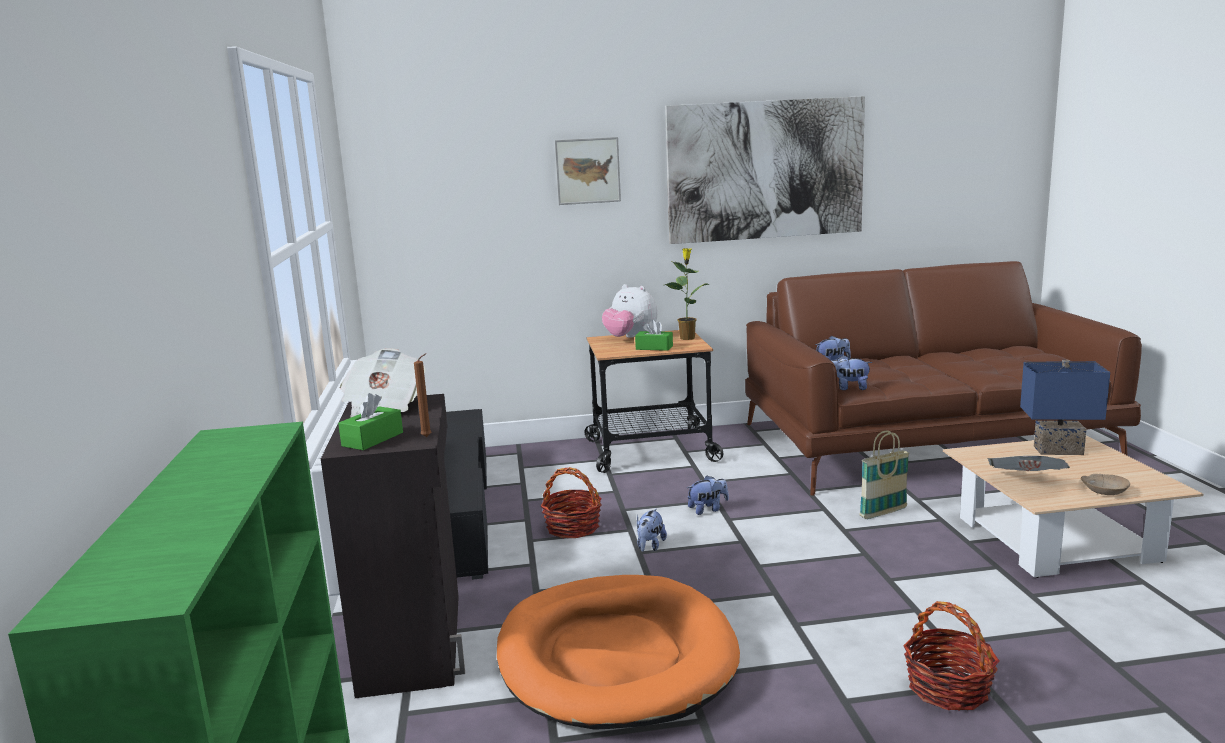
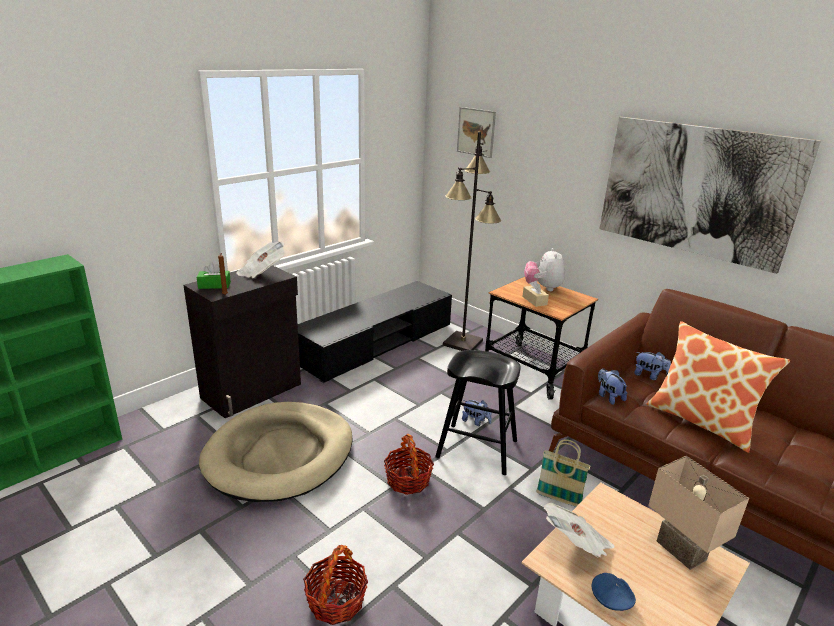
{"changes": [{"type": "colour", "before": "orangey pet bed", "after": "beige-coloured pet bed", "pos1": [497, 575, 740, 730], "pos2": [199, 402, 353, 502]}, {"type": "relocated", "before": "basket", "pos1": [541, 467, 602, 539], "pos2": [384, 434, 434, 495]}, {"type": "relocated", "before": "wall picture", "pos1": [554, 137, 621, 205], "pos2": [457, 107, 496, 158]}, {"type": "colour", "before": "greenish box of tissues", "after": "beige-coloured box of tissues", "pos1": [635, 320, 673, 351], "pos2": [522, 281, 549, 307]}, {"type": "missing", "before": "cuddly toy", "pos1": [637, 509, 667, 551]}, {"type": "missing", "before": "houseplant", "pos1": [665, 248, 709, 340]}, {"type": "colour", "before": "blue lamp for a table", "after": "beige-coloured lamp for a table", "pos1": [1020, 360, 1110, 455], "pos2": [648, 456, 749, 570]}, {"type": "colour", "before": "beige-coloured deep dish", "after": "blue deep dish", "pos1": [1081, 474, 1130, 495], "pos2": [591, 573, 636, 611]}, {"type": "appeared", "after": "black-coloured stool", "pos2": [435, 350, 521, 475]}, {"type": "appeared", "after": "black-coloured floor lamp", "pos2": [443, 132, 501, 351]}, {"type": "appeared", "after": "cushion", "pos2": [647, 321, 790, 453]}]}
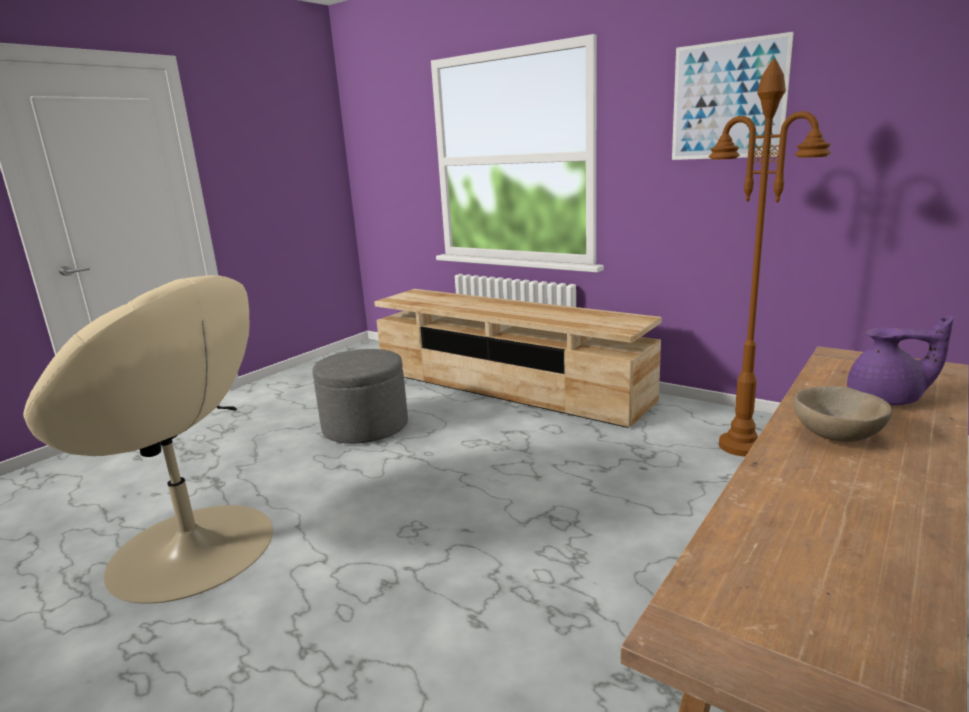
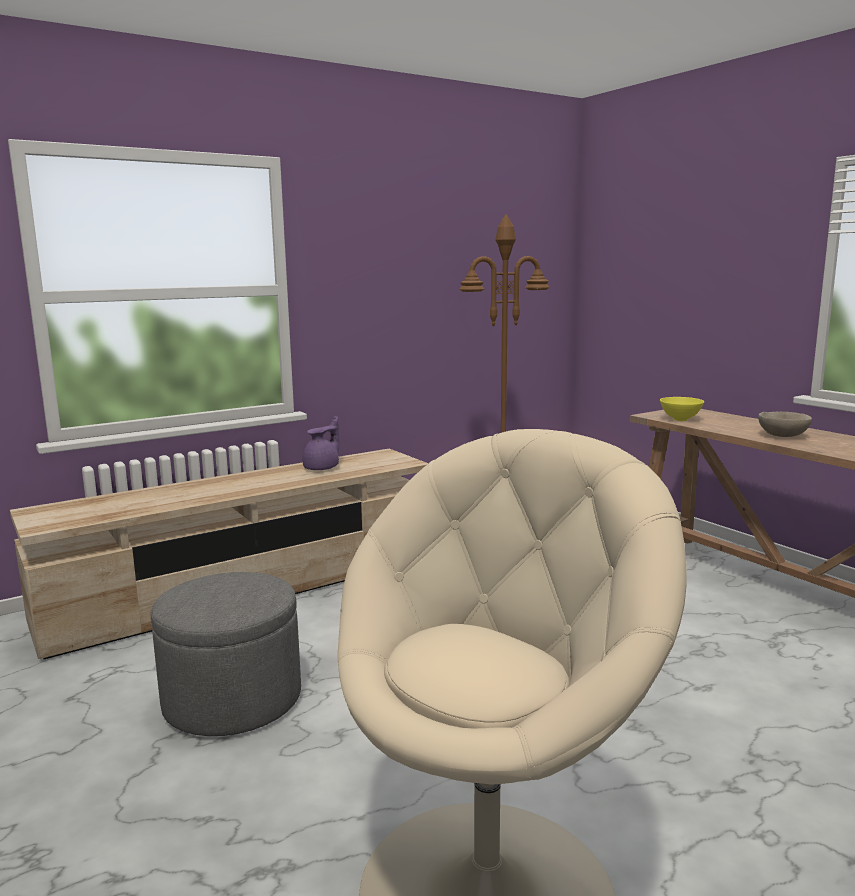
{"changes": [{"type": "missing", "before": "wall picture", "pos1": [672, 32, 794, 160]}, {"type": "relocated", "before": "purple tea pot", "pos1": [847, 316, 953, 405], "pos2": [302, 416, 339, 470]}, {"type": "appeared", "after": "yellowish deep dish", "pos2": [660, 397, 704, 421]}]}
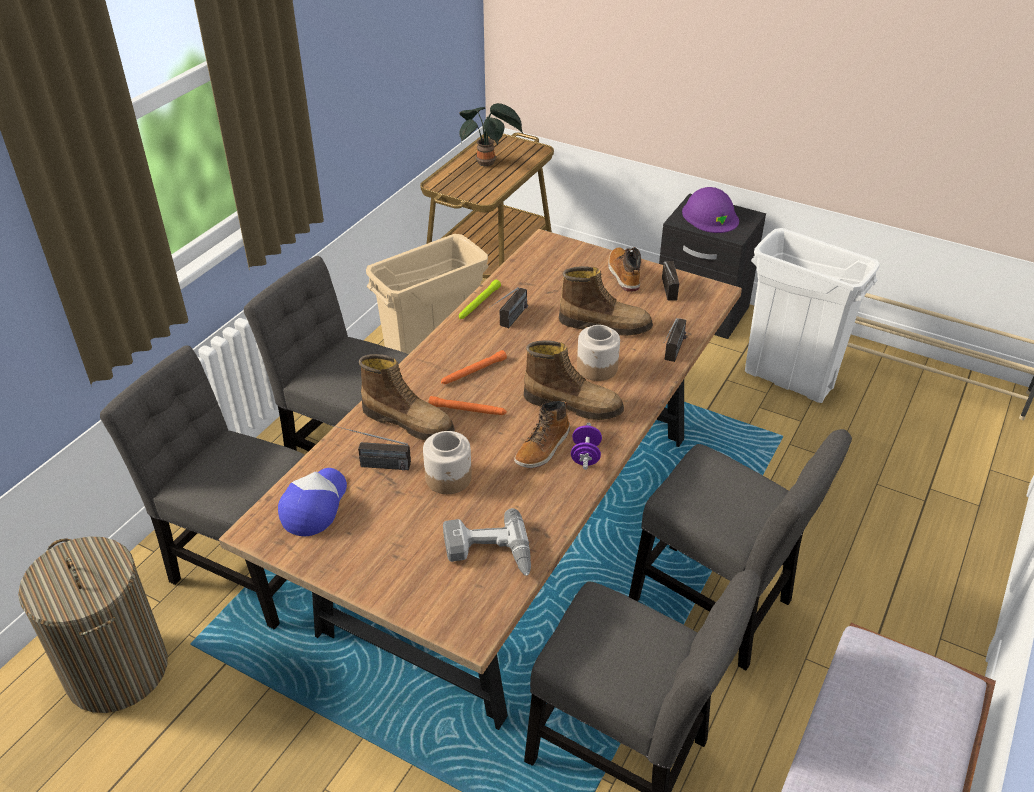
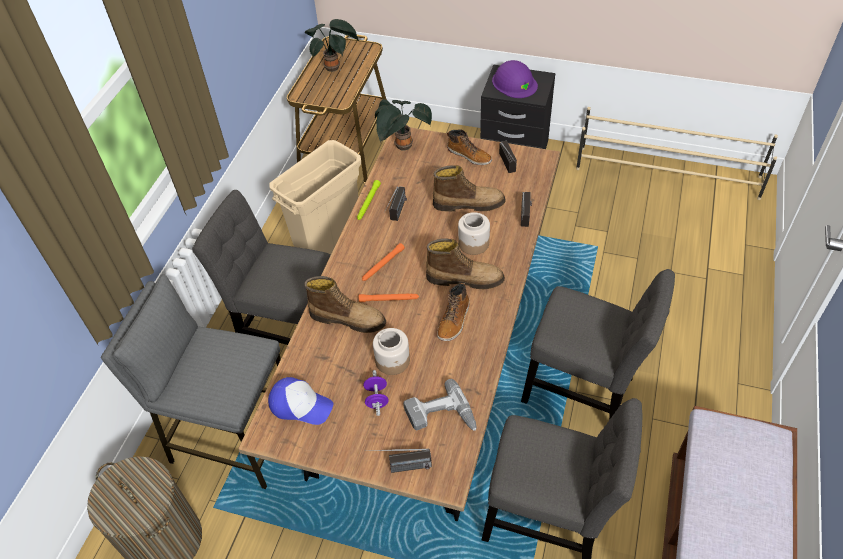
{"changes": [{"type": "exchanged", "before": "grey upright chair", "after": "grey stool", "pos1": [100, 345, 305, 629], "pos2": [101, 274, 281, 489]}, {"type": "spun", "before": "peaked cap", "pos1": [278, 468, 347, 536], "pos2": [268, 377, 334, 425], "turn": 105}, {"type": "relocated", "before": "radio set", "pos1": [332, 425, 411, 471], "pos2": [365, 449, 432, 473]}, {"type": "relocated", "before": "purple hand weight", "pos1": [571, 423, 602, 470], "pos2": [363, 370, 389, 416]}, {"type": "spun", "before": "tall boot", "pos1": [608, 247, 641, 292], "pos2": [447, 130, 492, 165], "turn": 150}, {"type": "missing", "before": "white trash can", "pos1": [745, 228, 880, 403]}, {"type": "appeared", "after": "houseplant", "pos2": [375, 99, 432, 151]}]}
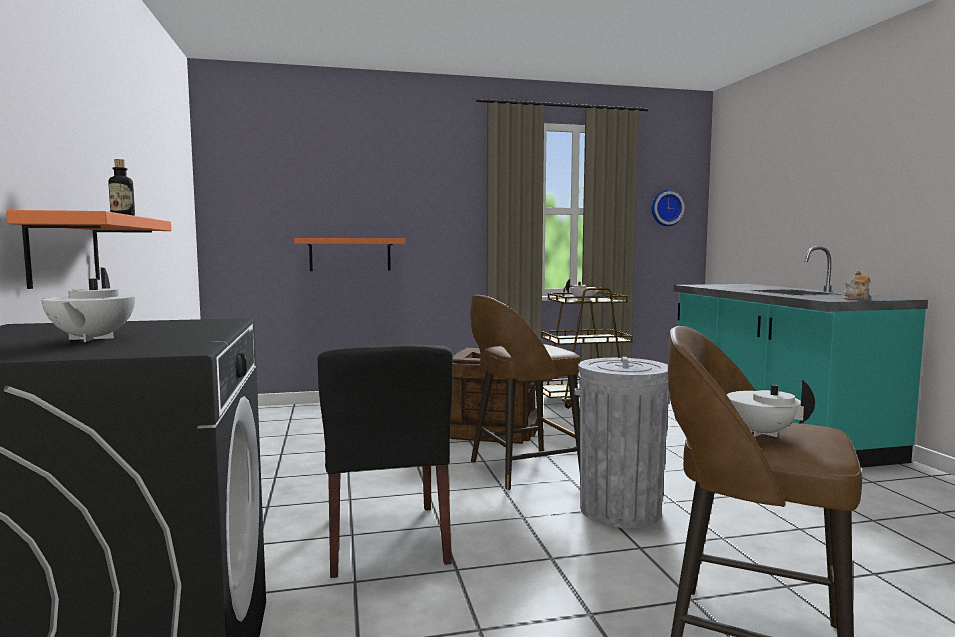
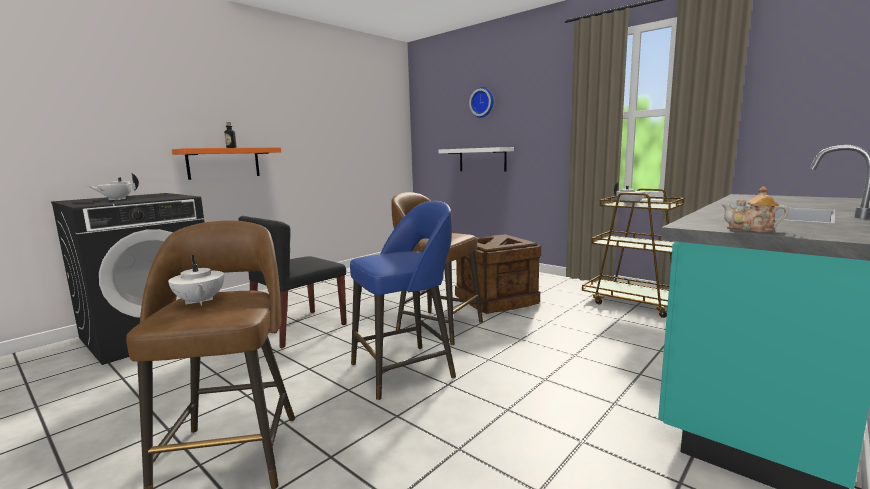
{"changes": [{"type": "colour", "before": "orangey shelf", "after": "white shelf", "pos1": [294, 238, 406, 271], "pos2": [439, 147, 514, 171]}, {"type": "exchanged", "before": "grey trash can", "after": "blue stool", "pos1": [574, 357, 670, 528], "pos2": [350, 201, 456, 400]}, {"type": "relocated", "before": "wall clock", "pos1": [651, 190, 685, 226], "pos2": [469, 87, 494, 118]}, {"type": "spun", "before": "white tea pot", "pos1": [727, 380, 815, 437], "pos2": [168, 255, 224, 305], "turn": 135}]}
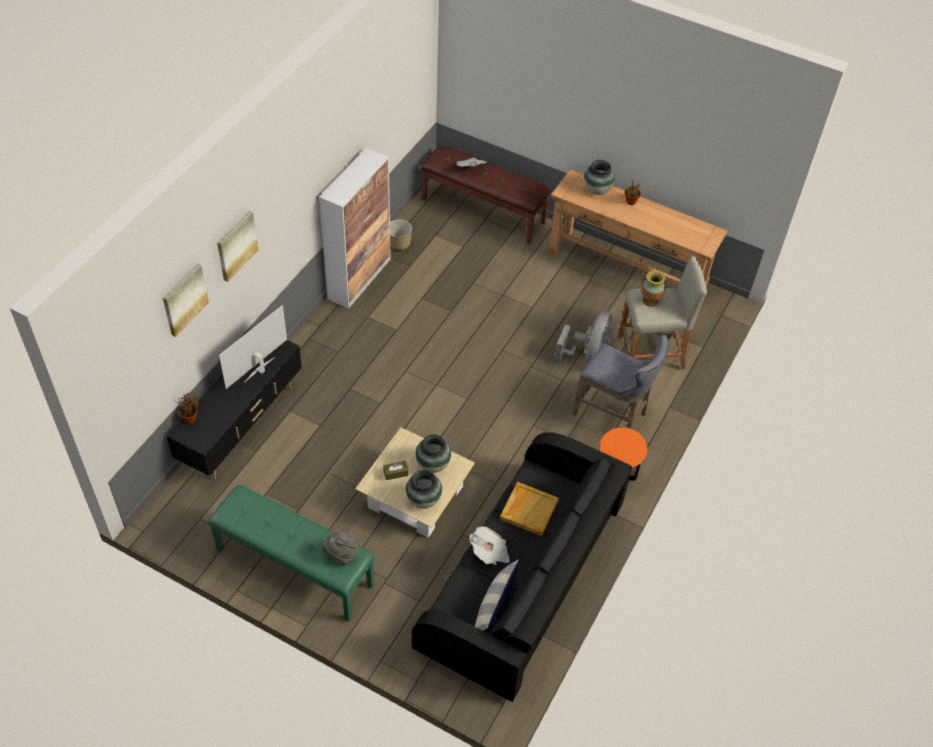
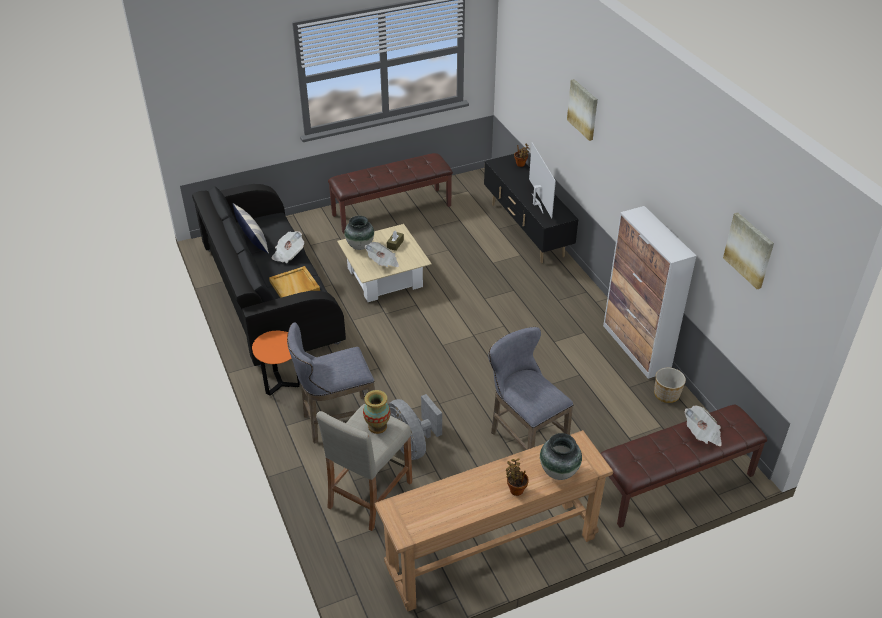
{"changes": [{"type": "relocated", "before": "wall picture", "pos1": [163, 264, 209, 337], "pos2": [723, 213, 774, 289]}, {"type": "colour", "before": "greenish bench", "after": "brownish bench", "pos1": [208, 485, 375, 622], "pos2": [328, 153, 453, 234]}, {"type": "missing", "before": "grey wearable hat", "pos1": [323, 531, 358, 566]}, {"type": "exchanged", "before": "vase", "after": "newspaper", "pos1": [415, 434, 451, 473], "pos2": [365, 242, 399, 267]}, {"type": "appeared", "after": "grey stool", "pos2": [488, 327, 574, 450]}]}
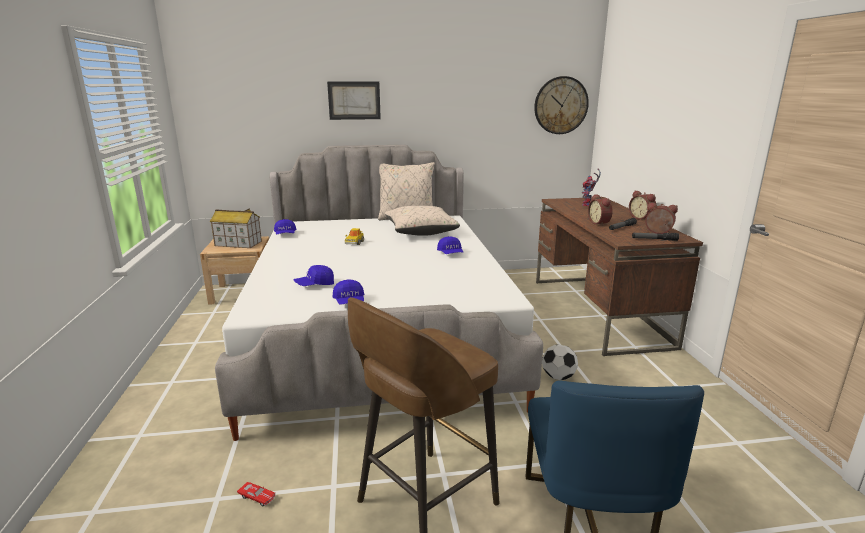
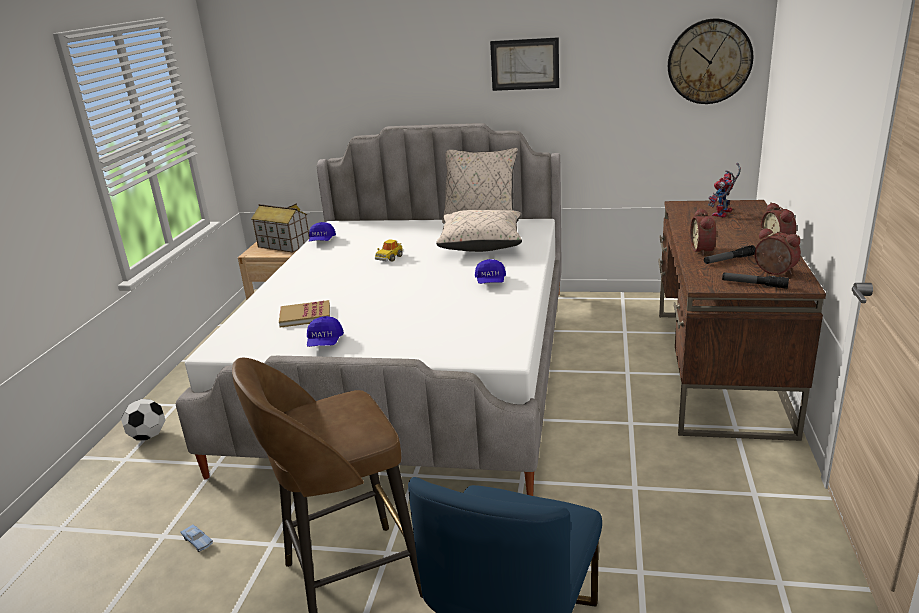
{"changes": [{"type": "colour", "before": "red toy car", "after": "blue toy car", "pos1": [237, 482, 276, 506], "pos2": [180, 524, 213, 552]}, {"type": "exchanged", "before": "blue peaked cap", "after": "bound book", "pos1": [294, 265, 334, 286], "pos2": [279, 300, 330, 328]}, {"type": "relocated", "before": "wall picture", "pos1": [327, 82, 381, 120], "pos2": [490, 37, 559, 91]}, {"type": "relocated", "before": "ball for football", "pos1": [542, 345, 578, 380], "pos2": [121, 399, 165, 441]}]}
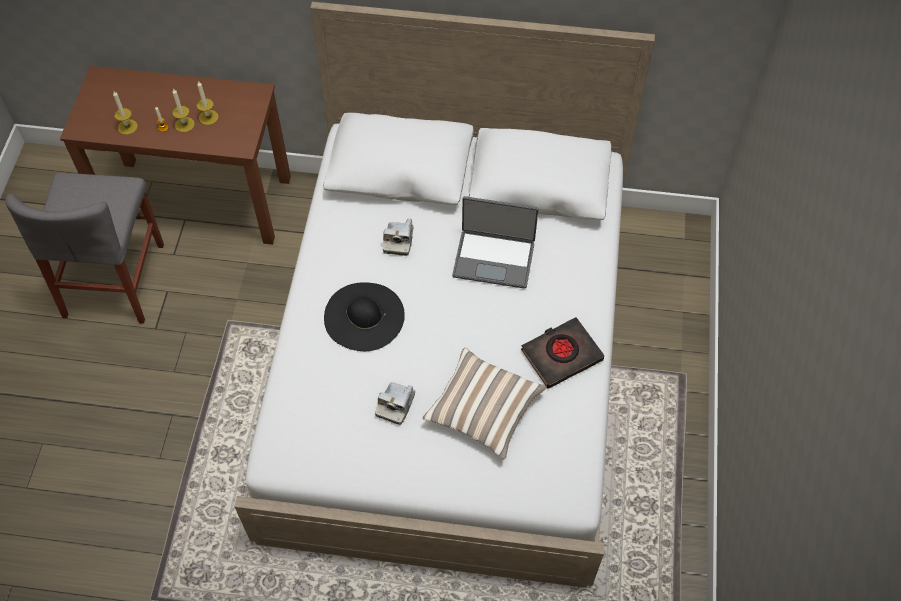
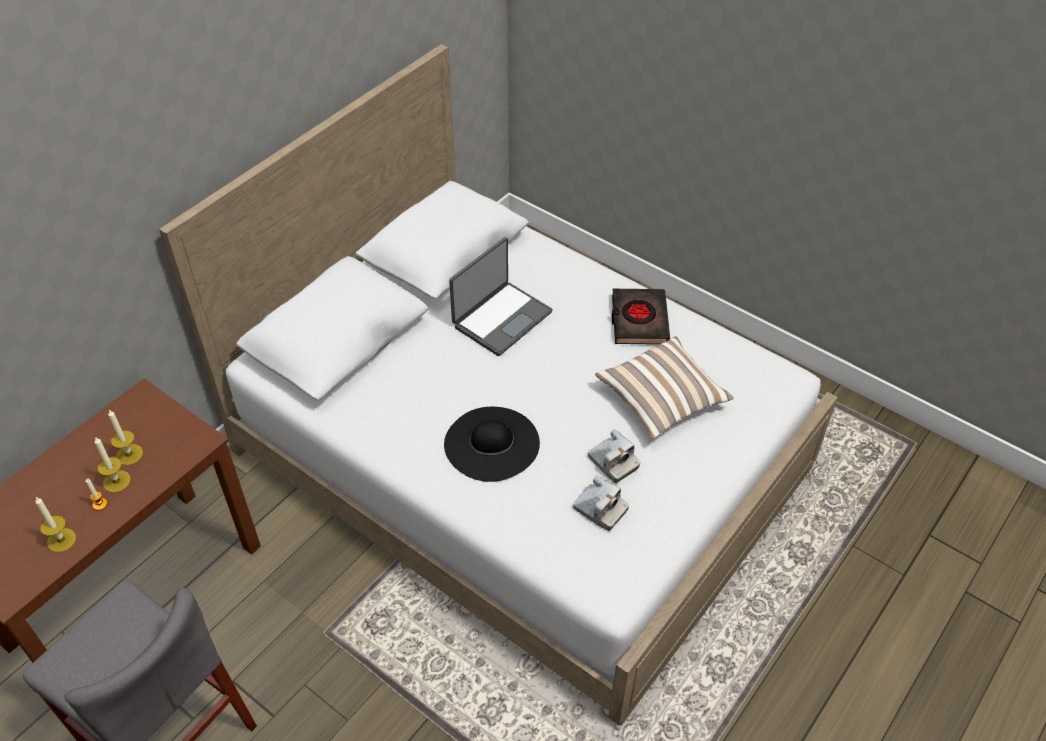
{"changes": [{"type": "relocated", "before": "photo camera", "pos1": [383, 218, 413, 256], "pos2": [573, 475, 629, 531]}]}
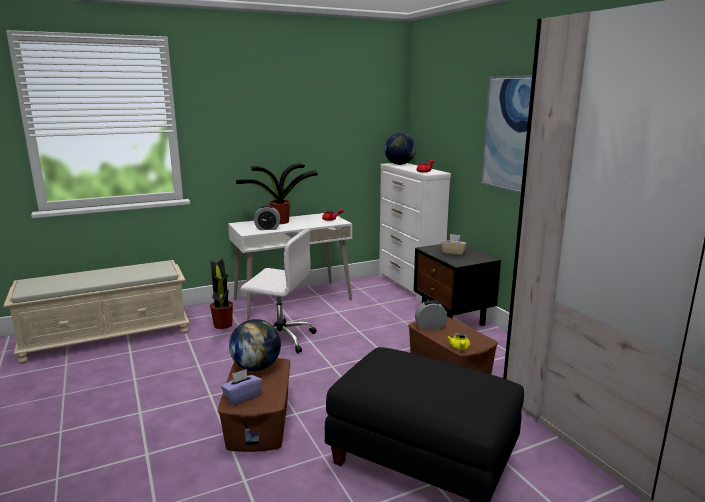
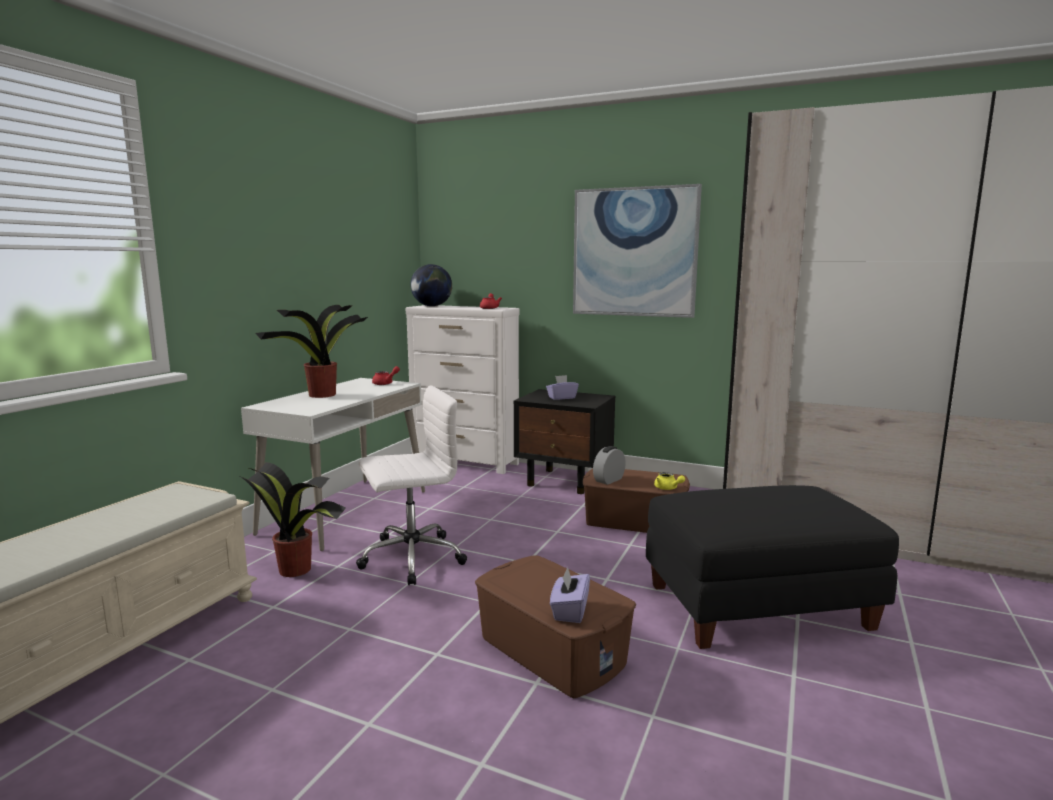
{"changes": [{"type": "missing", "before": "globe", "pos1": [229, 319, 281, 371]}, {"type": "missing", "before": "table clock", "pos1": [254, 205, 280, 230]}, {"type": "colour", "before": "beige-coloured box of tissues", "after": "purple box of tissues", "pos1": [441, 234, 467, 255], "pos2": [546, 375, 579, 400]}]}
